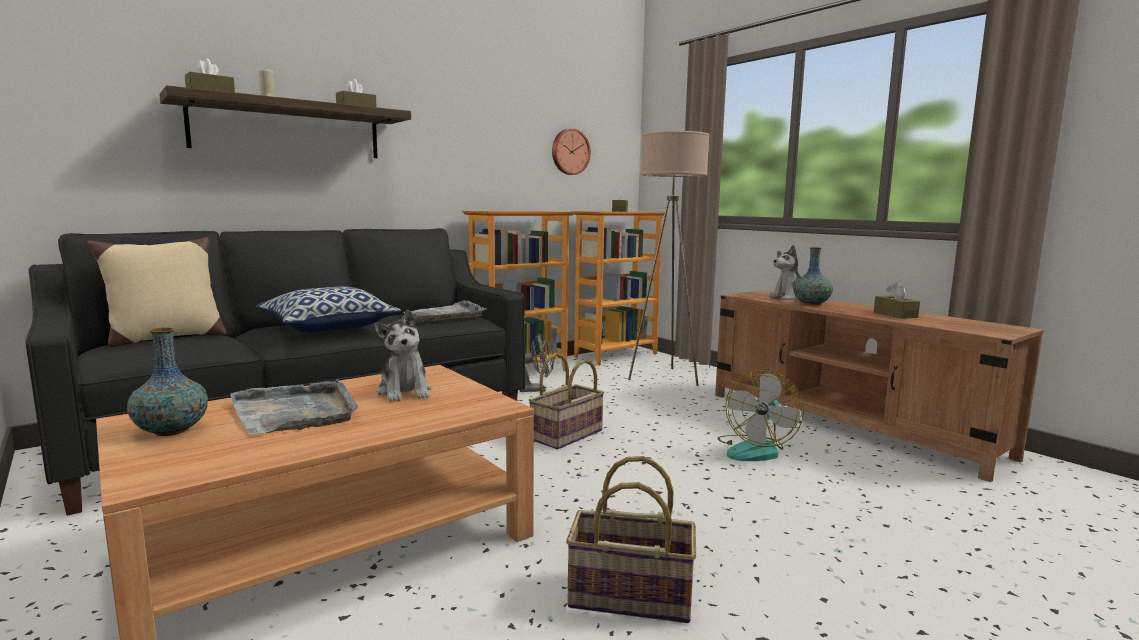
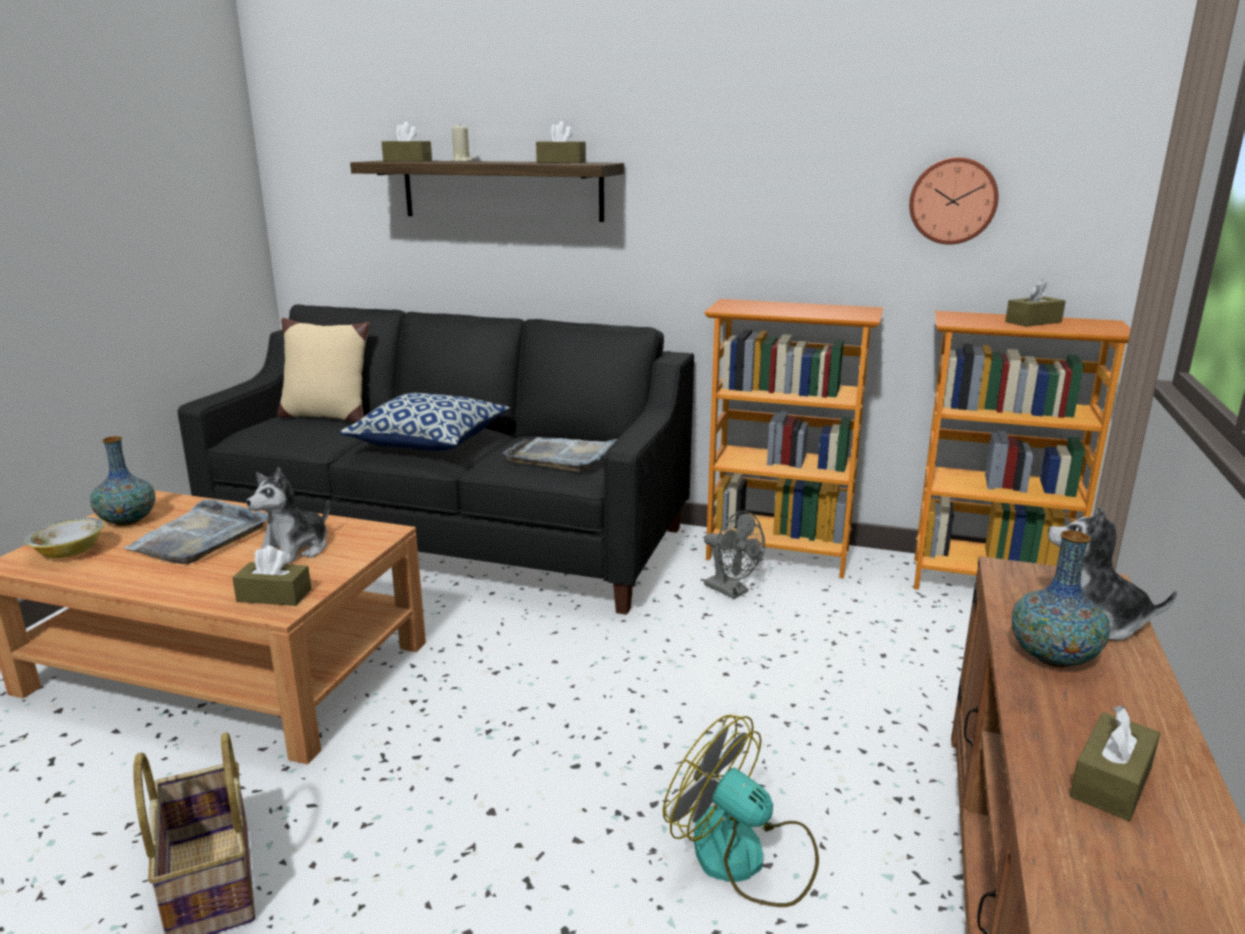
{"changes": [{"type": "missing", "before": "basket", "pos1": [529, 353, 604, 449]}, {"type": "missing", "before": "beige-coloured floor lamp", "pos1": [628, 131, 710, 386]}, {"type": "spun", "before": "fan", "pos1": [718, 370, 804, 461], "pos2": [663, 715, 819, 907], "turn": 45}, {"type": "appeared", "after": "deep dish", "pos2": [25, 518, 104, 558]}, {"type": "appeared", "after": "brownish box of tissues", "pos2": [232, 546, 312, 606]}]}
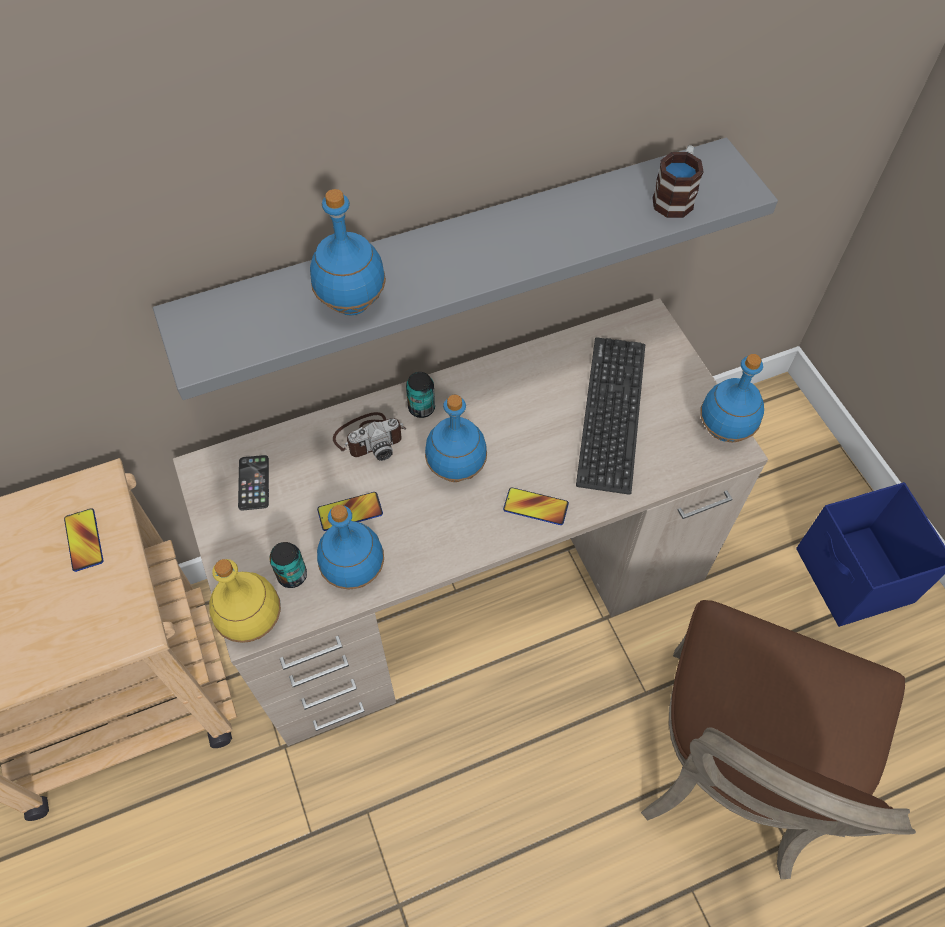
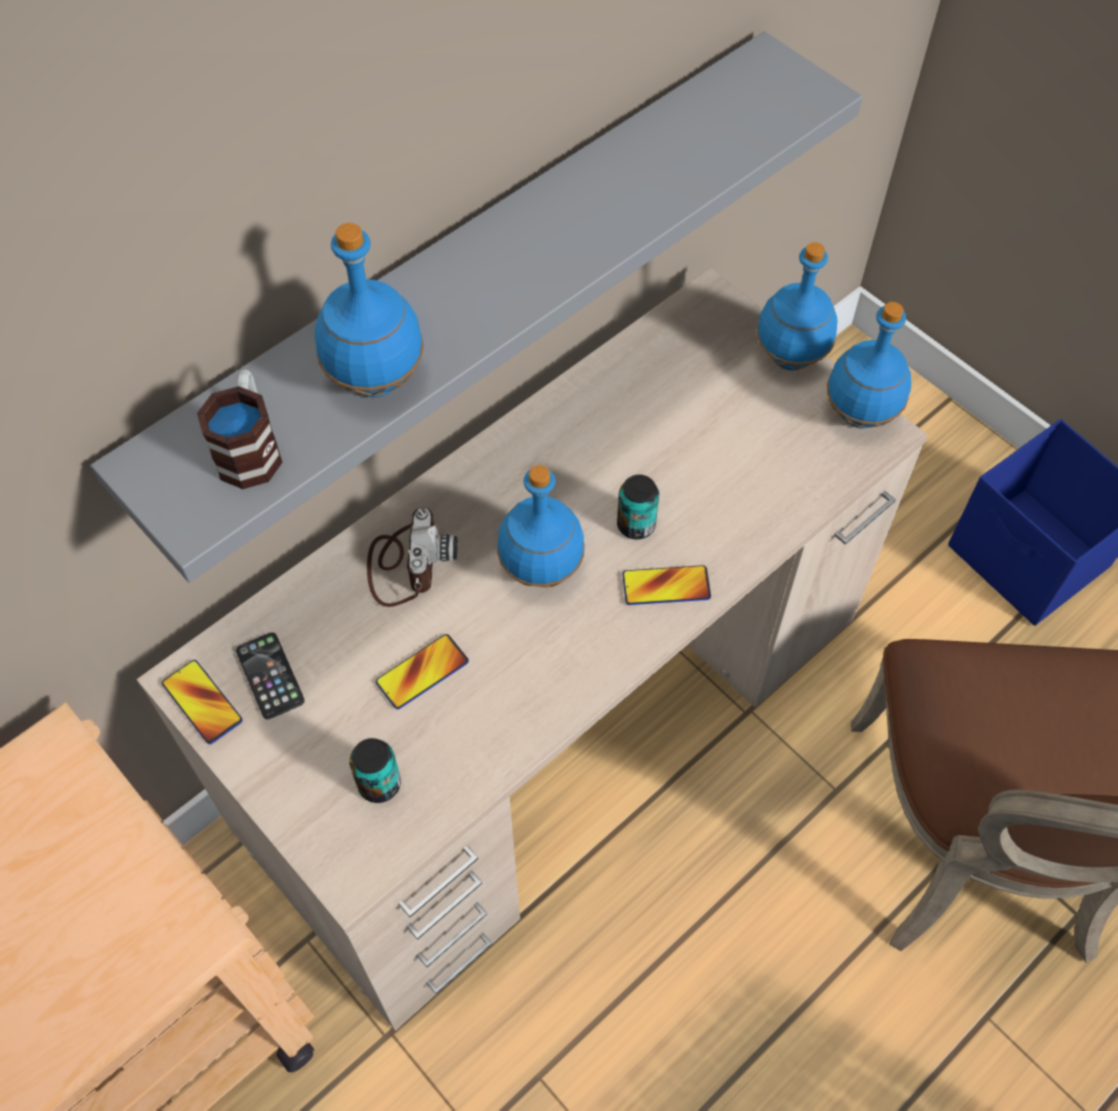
{"changes": [{"type": "relocated", "before": "telephone", "pos1": [64, 508, 103, 572], "pos2": [162, 660, 243, 744]}, {"type": "missing", "before": "yellowish bottle", "pos1": [209, 559, 281, 643]}, {"type": "relocated", "before": "blue bottle", "pos1": [317, 505, 384, 589], "pos2": [756, 242, 837, 371]}, {"type": "spun", "before": "photo camera", "pos1": [333, 412, 406, 461], "pos2": [367, 507, 458, 607], "turn": -45}, {"type": "relocated", "before": "can", "pos1": [406, 372, 435, 418], "pos2": [617, 475, 659, 539]}, {"type": "missing", "before": "PC keyboard", "pos1": [576, 338, 645, 495]}, {"type": "relocated", "before": "tea mug", "pos1": [652, 145, 703, 218], "pos2": [197, 370, 282, 489]}]}
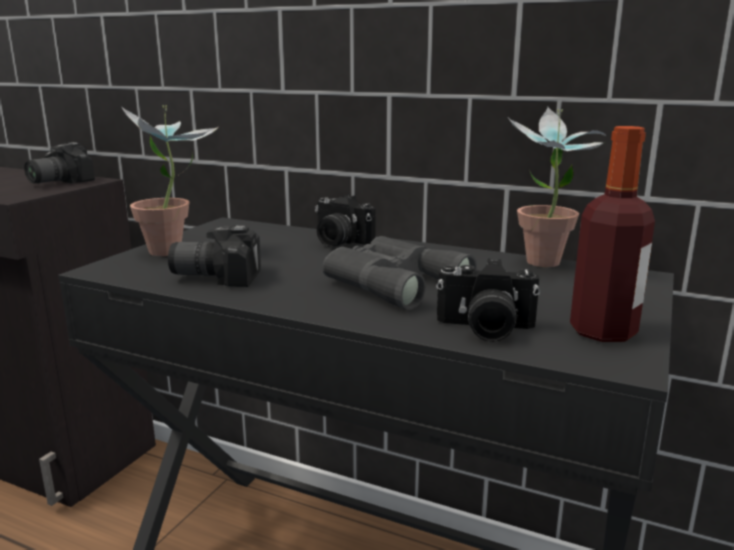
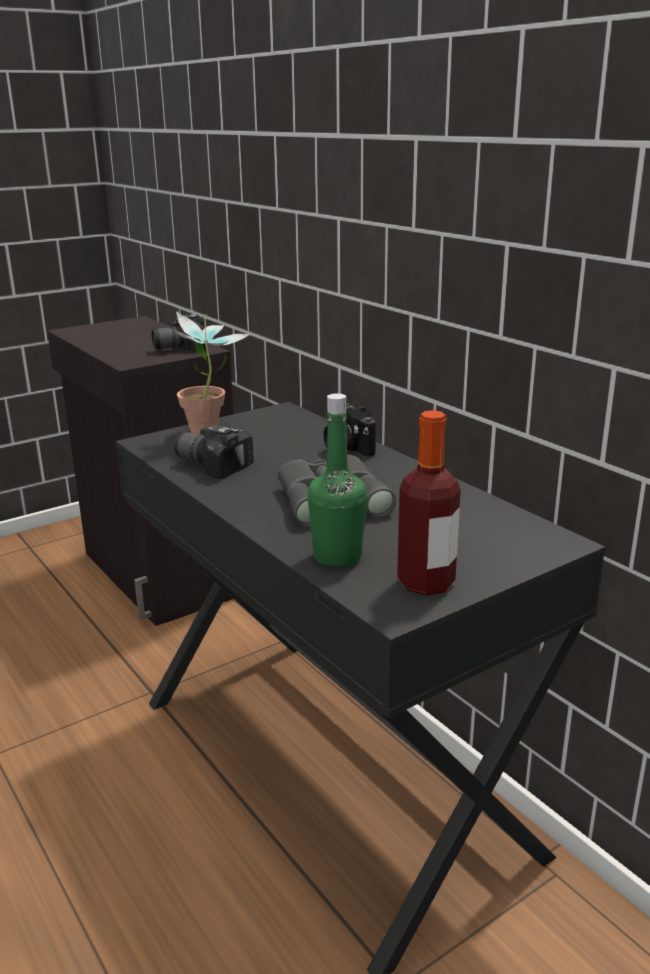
{"changes": [{"type": "exchanged", "before": "photo camera", "after": "greenish bottle", "pos1": [436, 259, 540, 342], "pos2": [307, 393, 367, 567]}, {"type": "missing", "before": "houseplant", "pos1": [509, 107, 606, 267]}]}
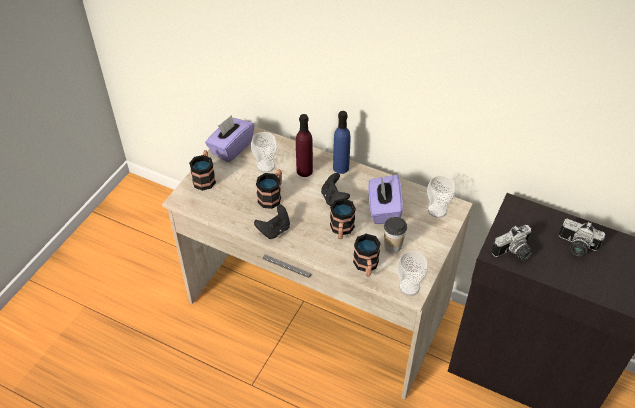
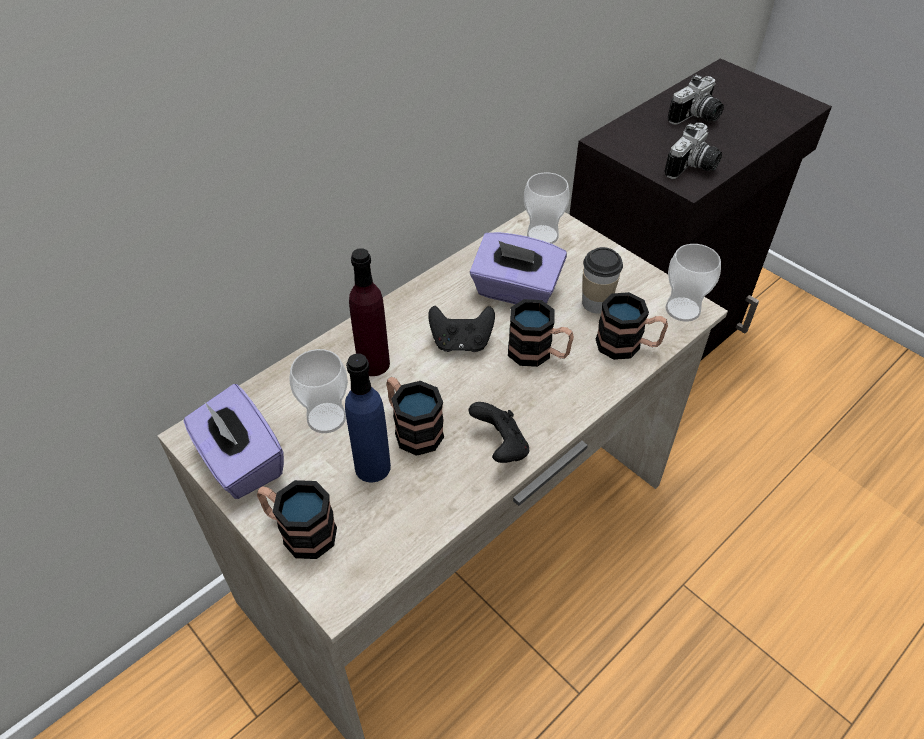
{"changes": [{"type": "relocated", "before": "blue bottle", "pos1": [333, 111, 350, 174], "pos2": [345, 353, 391, 482]}, {"type": "spun", "before": "photo camera", "pos1": [491, 225, 533, 261], "pos2": [664, 123, 722, 179], "turn": 45}]}
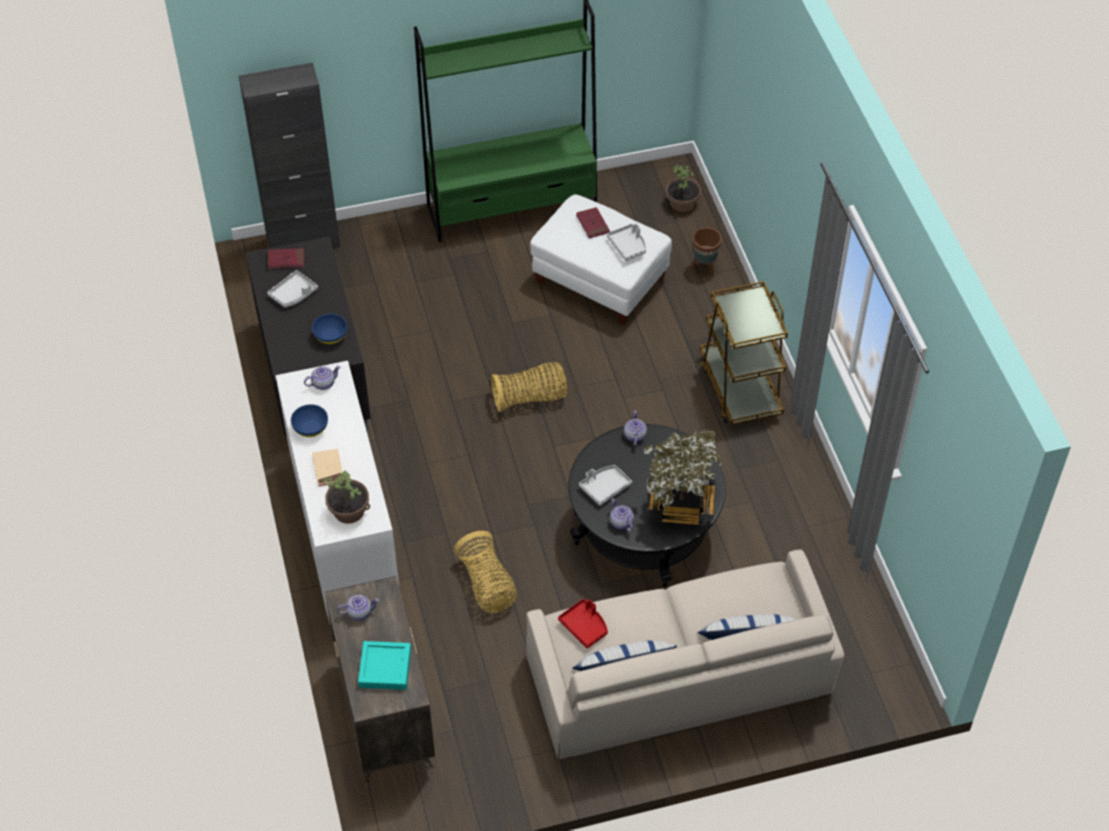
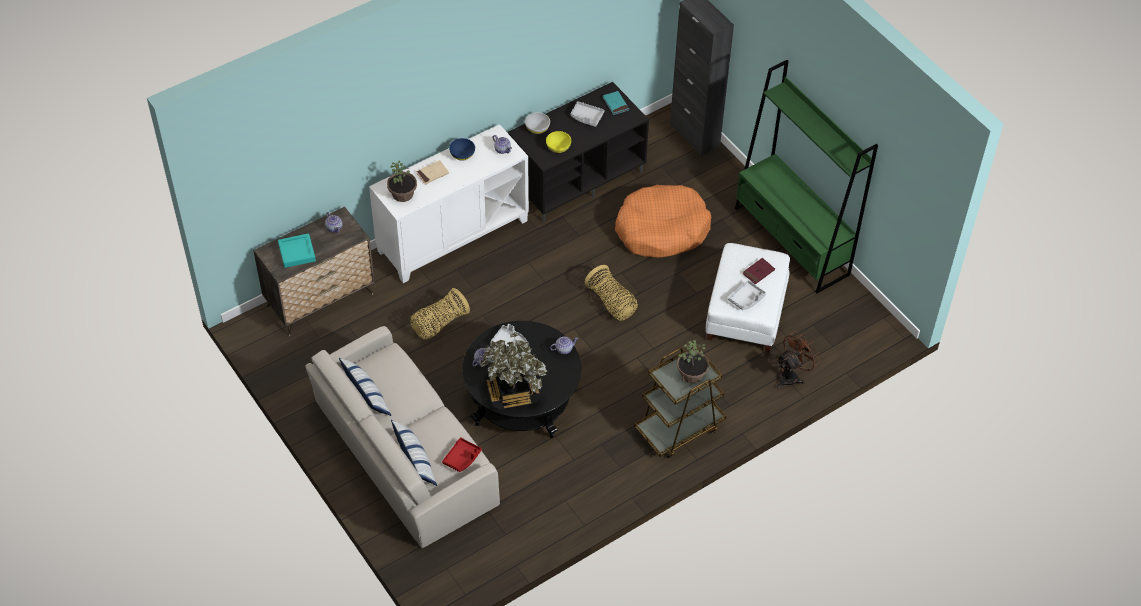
{"changes": [{"type": "colour", "before": "red bound book", "after": "blue-green bound book", "pos1": [268, 248, 304, 269], "pos2": [603, 91, 629, 115]}, {"type": "colour", "before": "blue deep dish", "after": "yellowish deep dish", "pos1": [312, 314, 347, 344], "pos2": [546, 131, 571, 153]}, {"type": "relocated", "before": "red tray", "pos1": [558, 599, 608, 649], "pos2": [442, 437, 482, 472]}, {"type": "relocated", "before": "houseplant", "pos1": [666, 164, 701, 212], "pos2": [677, 340, 709, 383]}, {"type": "exchanged", "before": "brownish planter", "after": "brownish fan", "pos1": [690, 228, 722, 277], "pos2": [776, 331, 819, 389]}, {"type": "appeared", "after": "white deep dish", "pos2": [525, 112, 550, 134]}, {"type": "appeared", "after": "orangey pet bed", "pos2": [615, 185, 712, 258]}]}
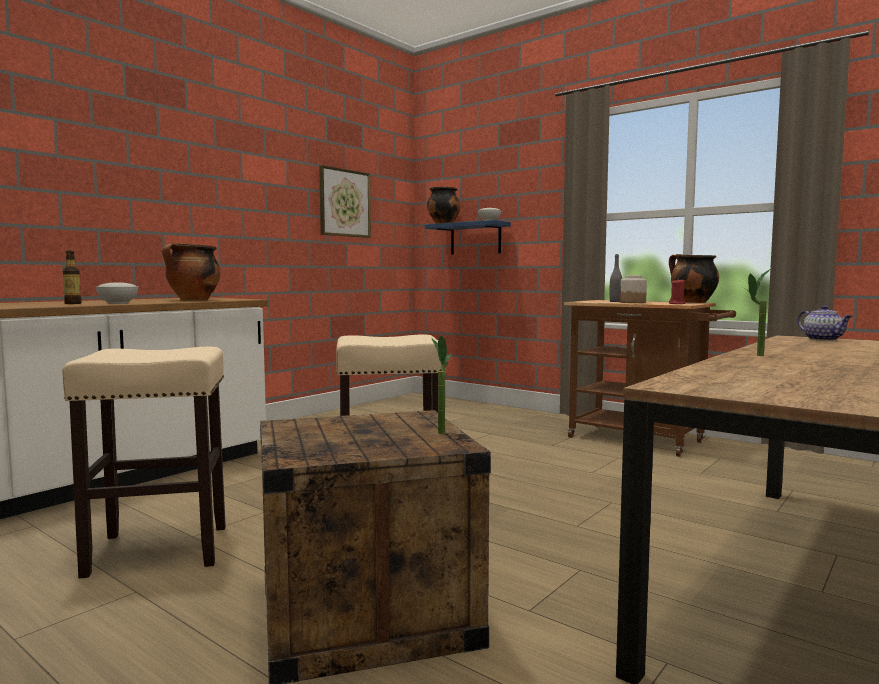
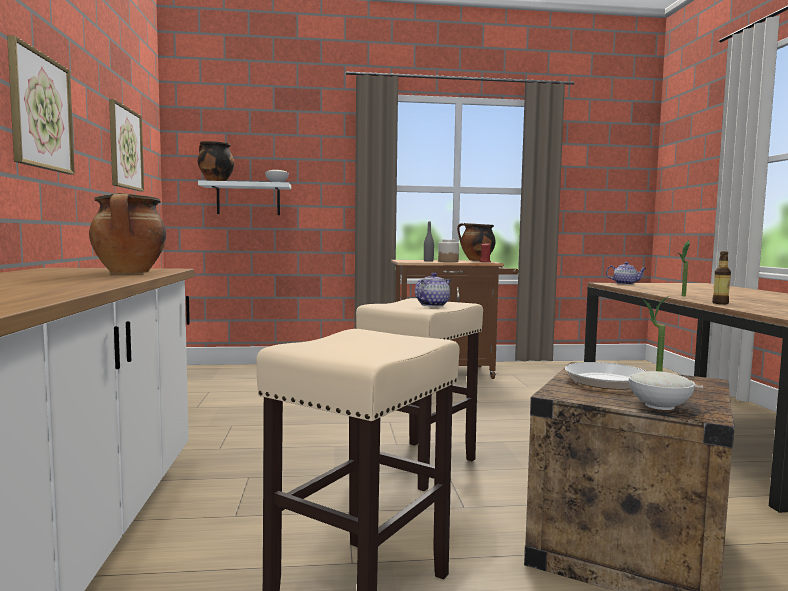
{"changes": [{"type": "relocated", "before": "bottle", "pos1": [63, 250, 82, 304], "pos2": [712, 251, 731, 304]}, {"type": "relocated", "before": "white deep dish", "pos1": [96, 282, 138, 304], "pos2": [629, 371, 695, 410]}, {"type": "colour", "before": "blue shelf", "after": "white shelf", "pos1": [425, 220, 511, 255], "pos2": [198, 180, 291, 215]}, {"type": "appeared", "after": "wall picture", "pos2": [7, 35, 75, 175]}, {"type": "appeared", "after": "tea pot", "pos2": [415, 272, 450, 307]}, {"type": "appeared", "after": "pan", "pos2": [565, 362, 703, 390]}]}
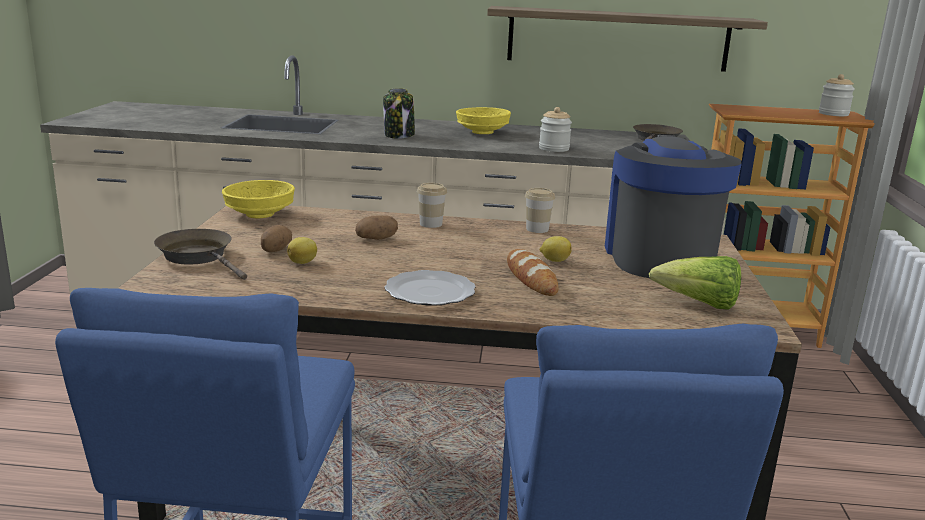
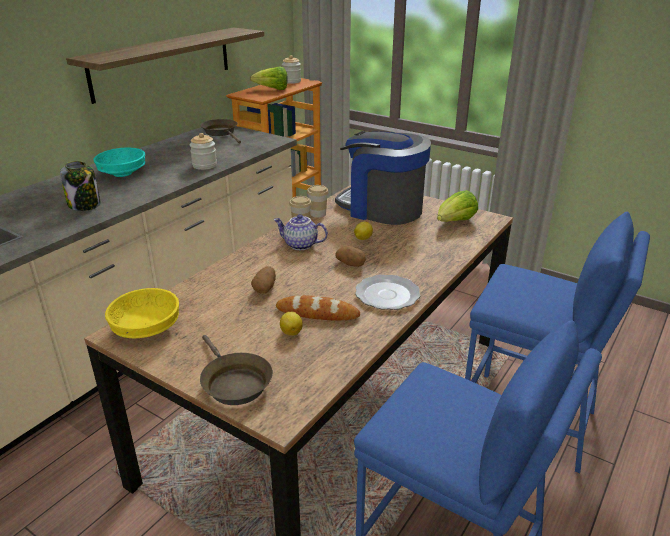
{"changes": [{"type": "spun", "before": "brownish pan", "pos1": [154, 229, 247, 280], "pos2": [200, 335, 273, 405], "turn": -105}, {"type": "relocated", "before": "potato", "pos1": [261, 225, 292, 252], "pos2": [335, 246, 366, 267]}, {"type": "relocated", "before": "small cup", "pos1": [417, 183, 447, 228], "pos2": [307, 185, 328, 218]}, {"type": "colour", "before": "yellowish deep dish", "after": "blue-green deep dish", "pos1": [456, 107, 511, 134], "pos2": [93, 148, 145, 177]}, {"type": "relocated", "before": "bakery bread", "pos1": [507, 249, 558, 296], "pos2": [276, 295, 360, 320]}, {"type": "appeared", "after": "lettuce head", "pos2": [250, 66, 288, 90]}, {"type": "appeared", "after": "tea pot", "pos2": [274, 214, 328, 250]}]}
